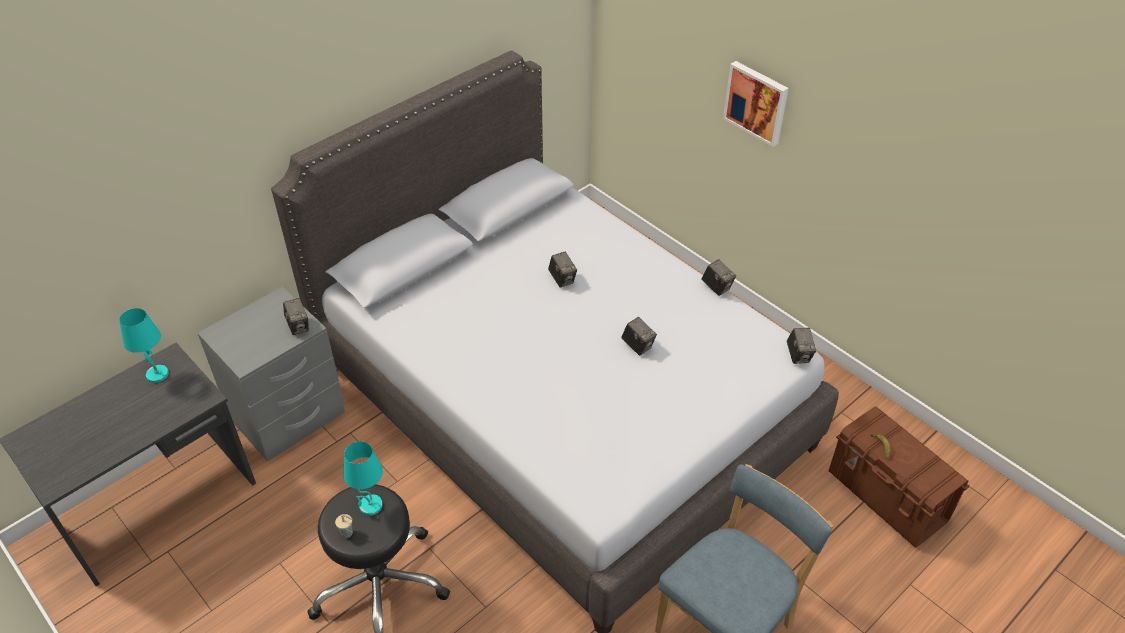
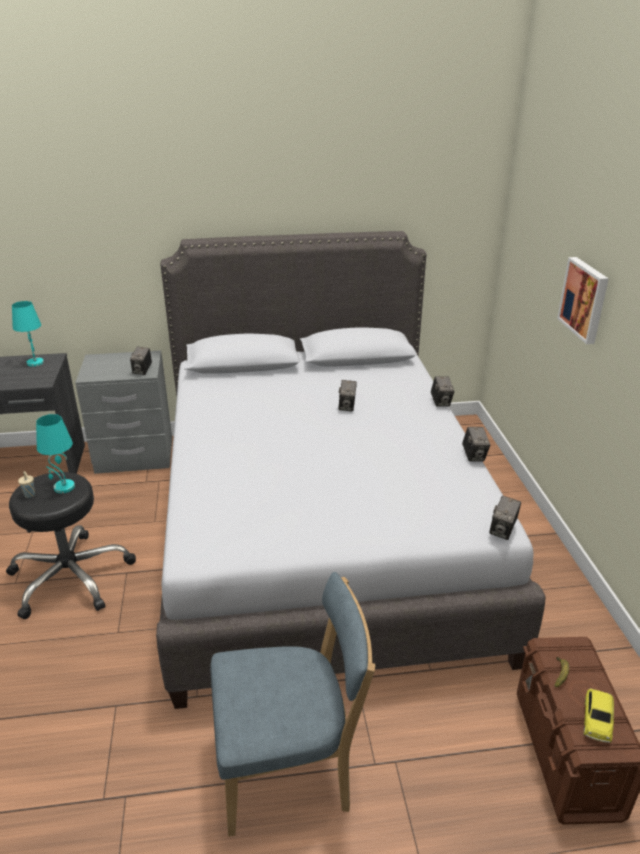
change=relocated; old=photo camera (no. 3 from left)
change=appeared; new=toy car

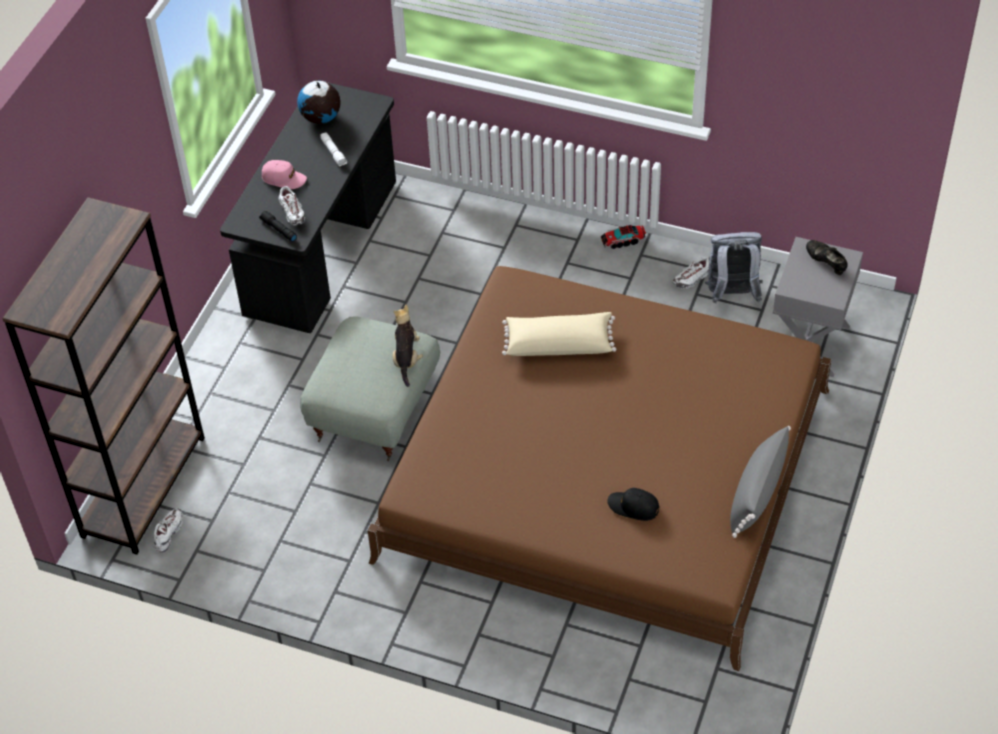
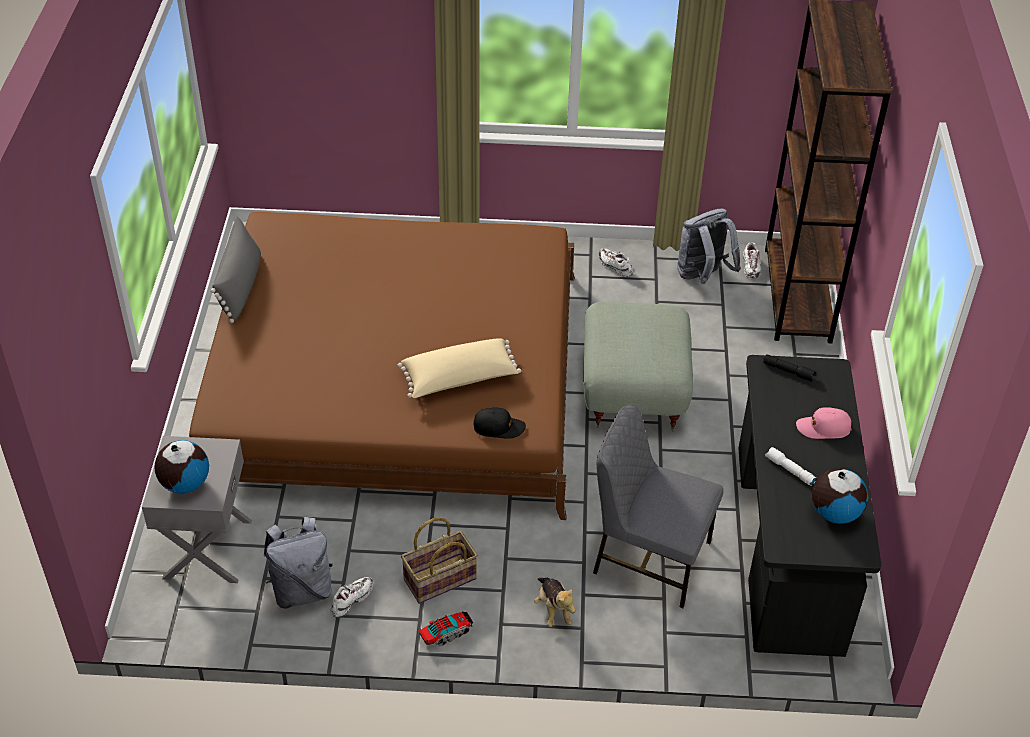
change=relocated; old=shoe (white) (no. 2 from left)
change=relocated; old=plush toy
change=relocated; old=cap (black)
change=exchanged; old=shoe (black); new=globe (no. 1 from left)
change=appeared; new=basket
change=appeared; new=chair (grey)
change=appeared; new=backpack (grey) (no. 2 from left)

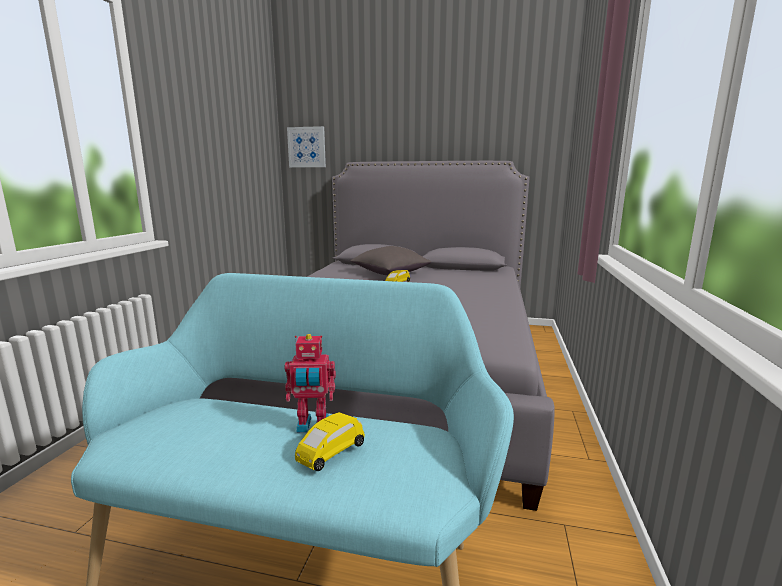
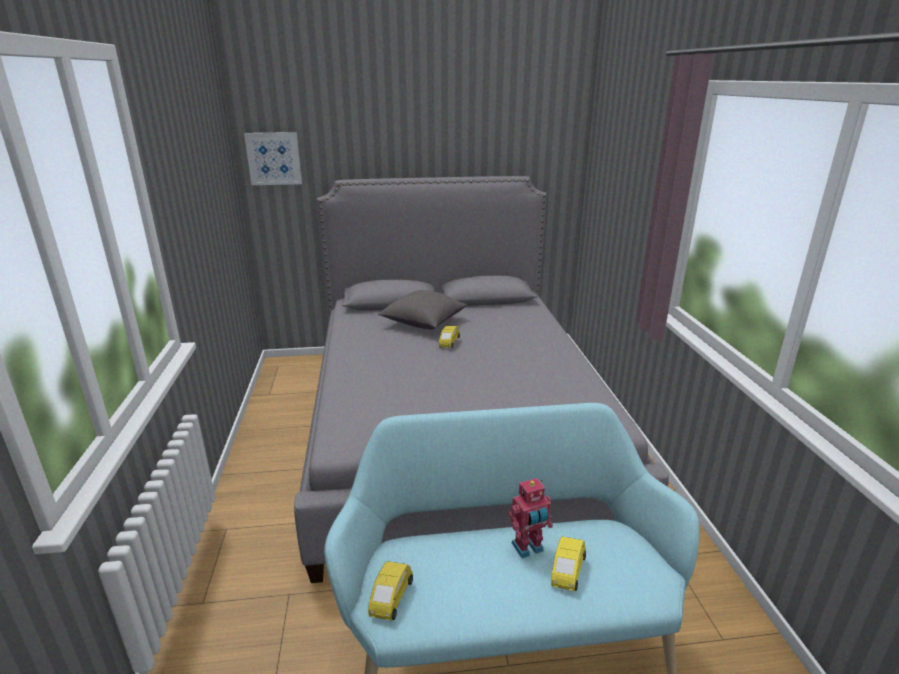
change=appeared; new=toy car (yellow) (no. 1 from left)

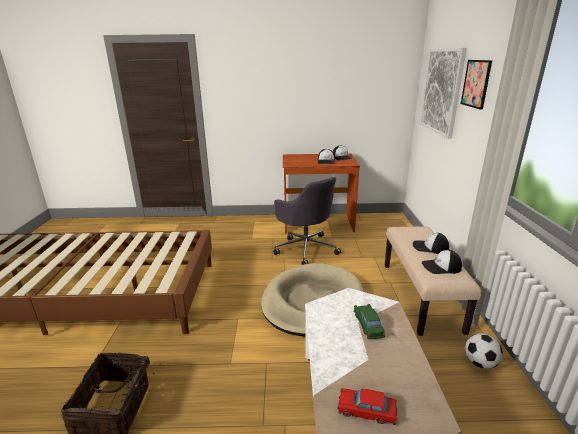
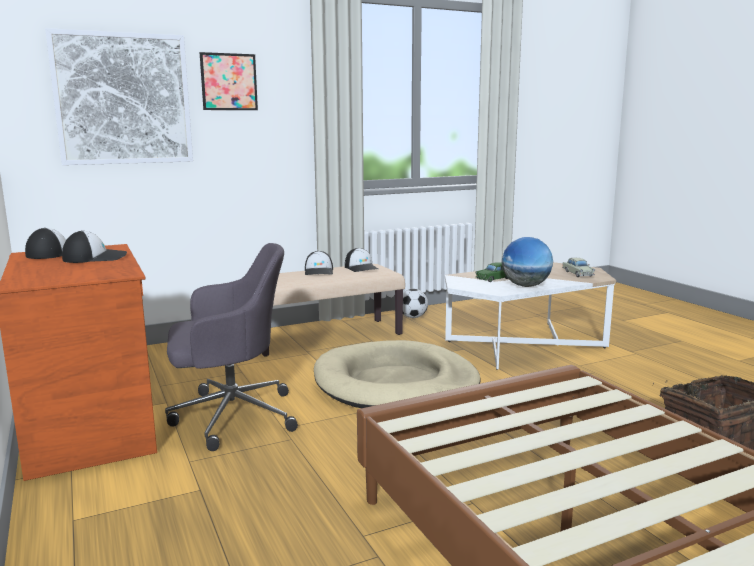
change=spun; old=office chair (grey); degrees=45
change=colour; old=toy car (red); new=toy car (beige)
change=appeared; new=globe

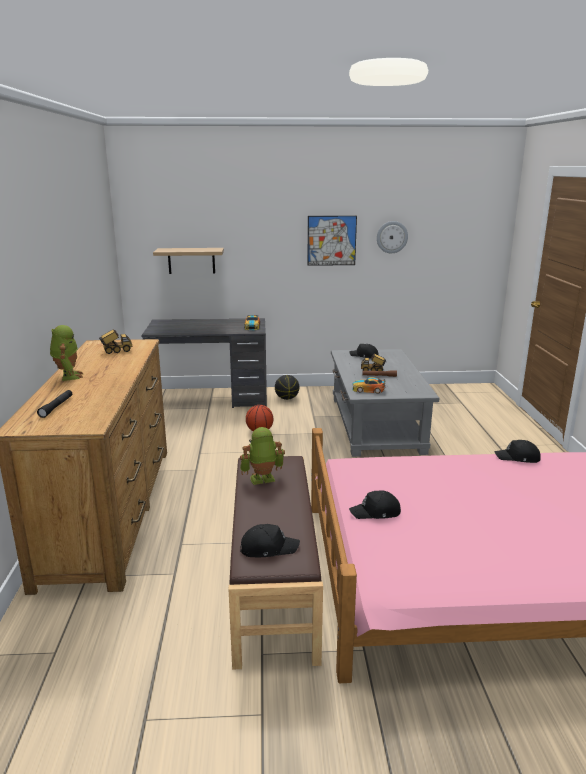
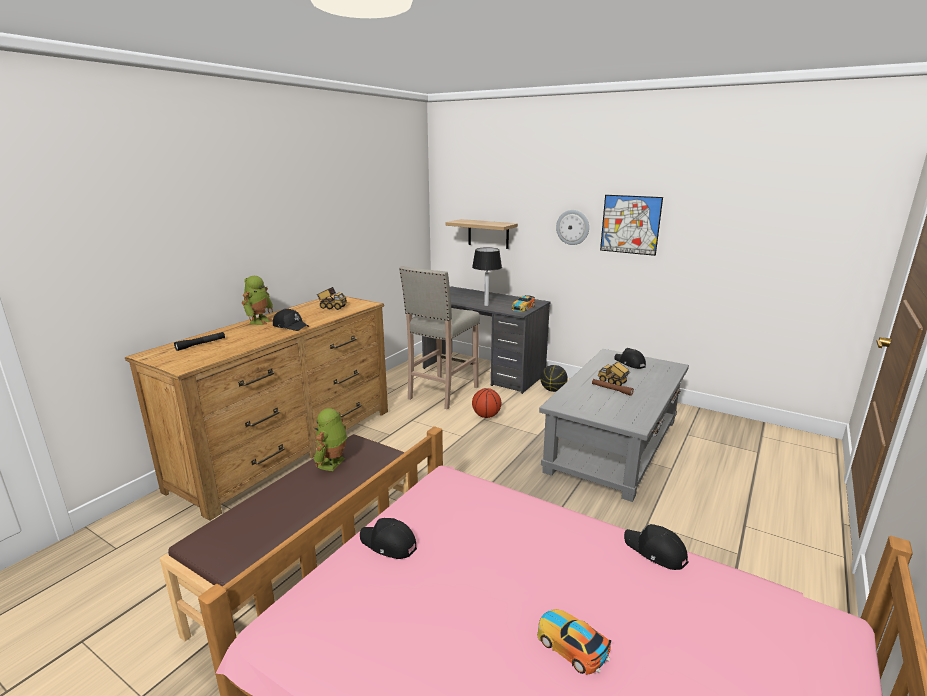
change=spun; old=toy robot (no. 2 from left); degrees=-90
change=relocated; old=cap (black) (no. 1 from left)
change=relocated; old=toy car (no. 2 from left)
change=relocated; old=wall clock
change=appeared; new=stool (beige)
change=appeared; new=table lamp

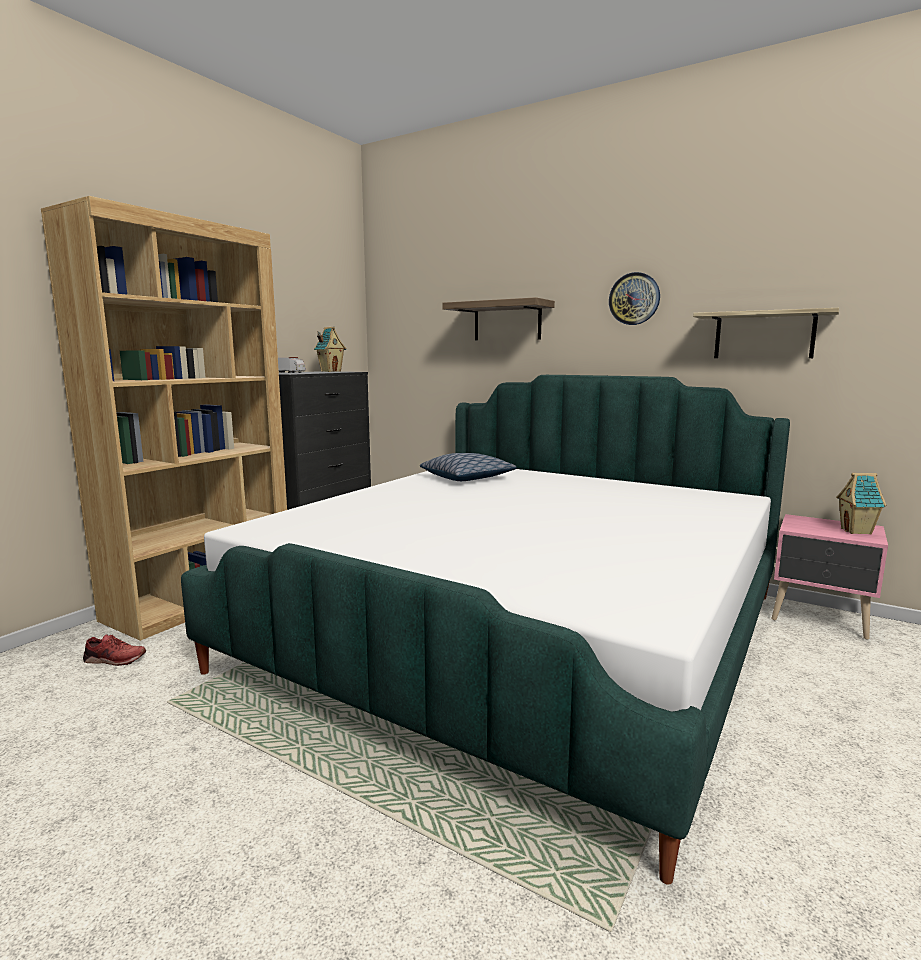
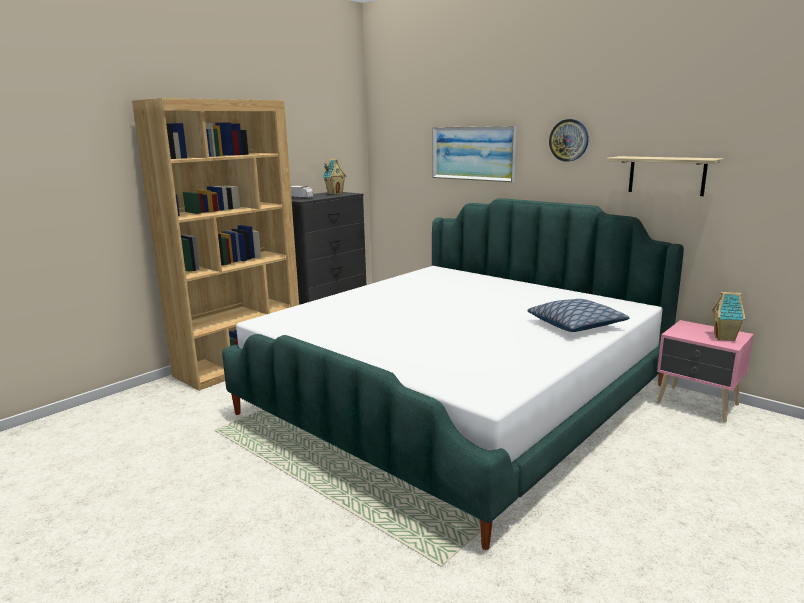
change=missing; old=shoe (red)
change=relocated; old=pillow
change=exchanged; old=shelf (no. 1 from left); new=picture

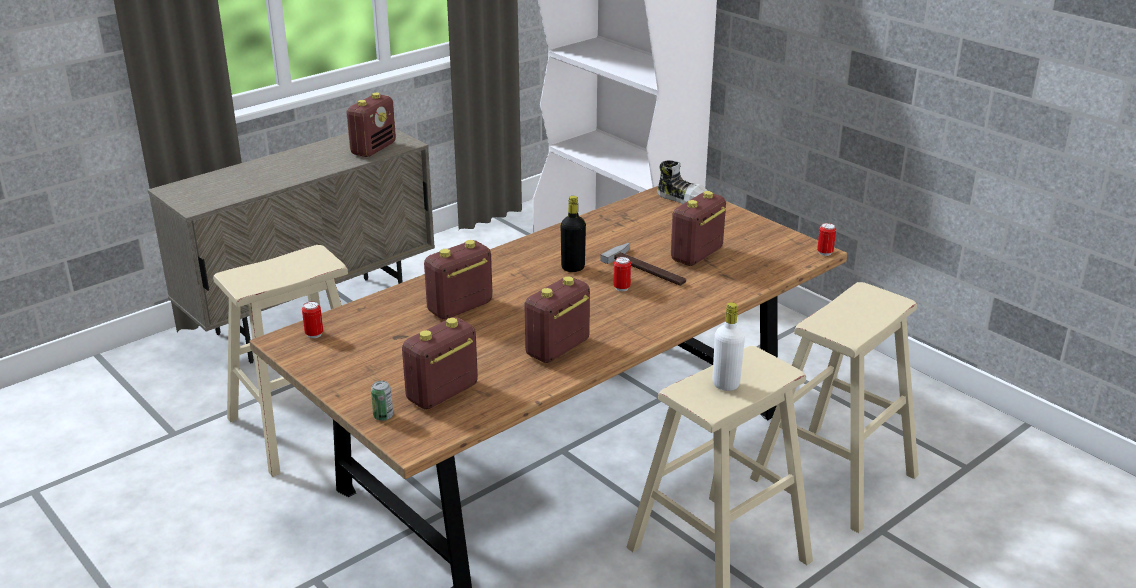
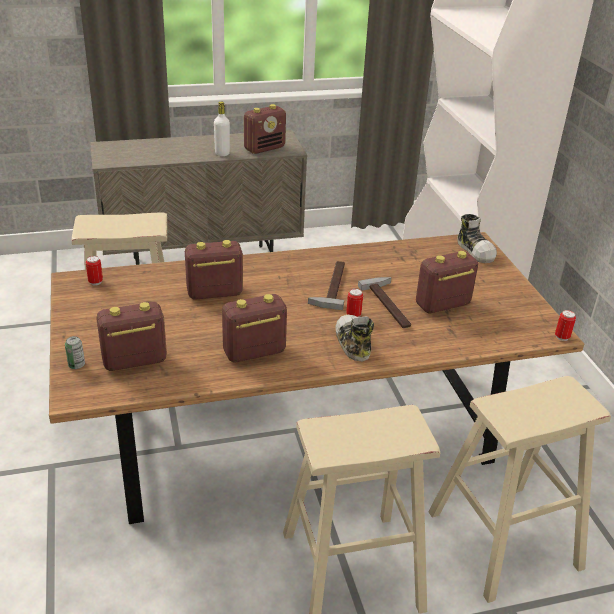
change=exchanged; old=bottle (black); new=hammer (no. 1 from left)
change=relocated; old=bottle (white)
change=appeared; new=shoe (no. 1 from left)

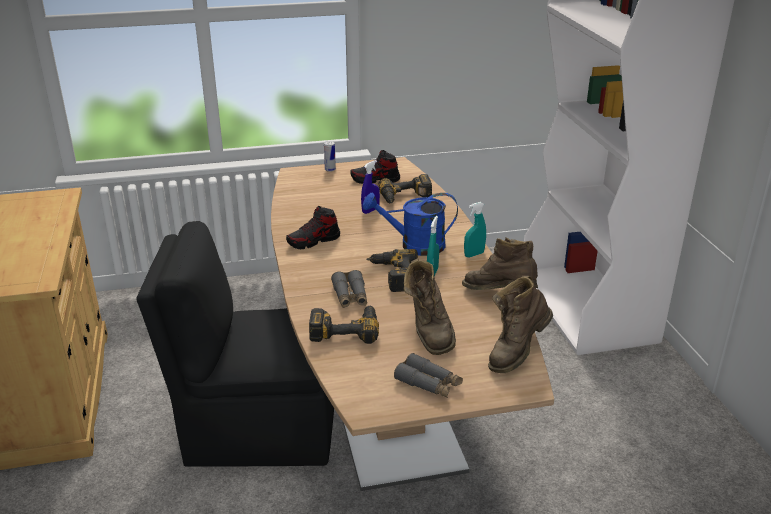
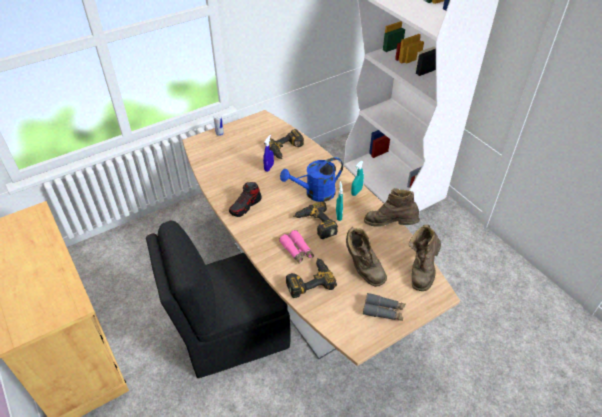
change=colour; old=binoculars (grey) (no. 1 from left); new=binoculars (pink)
change=missing; old=shoe (no. 2 from left)

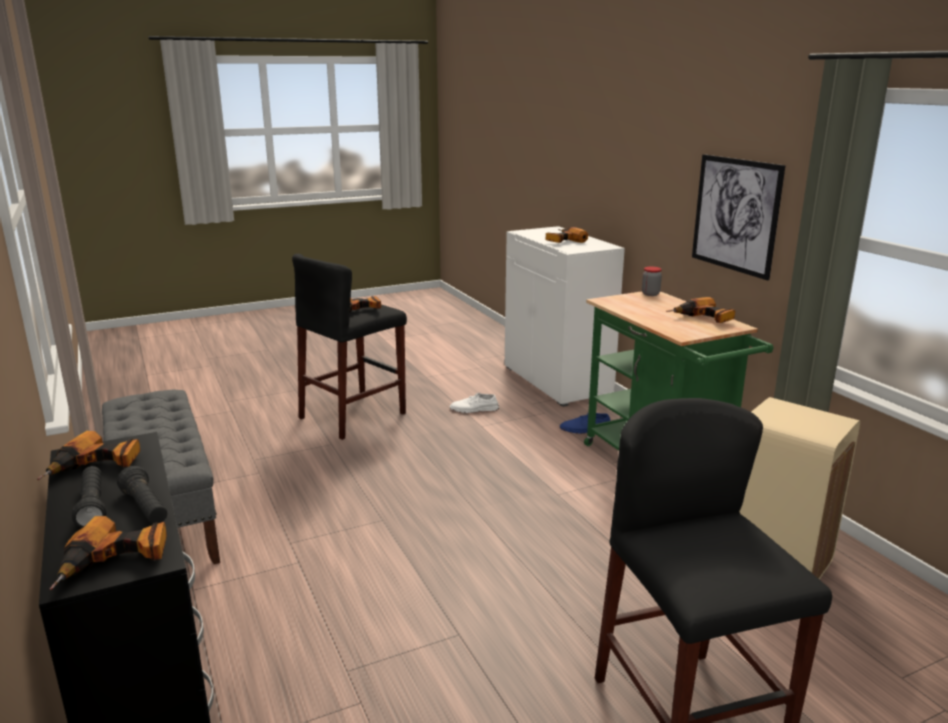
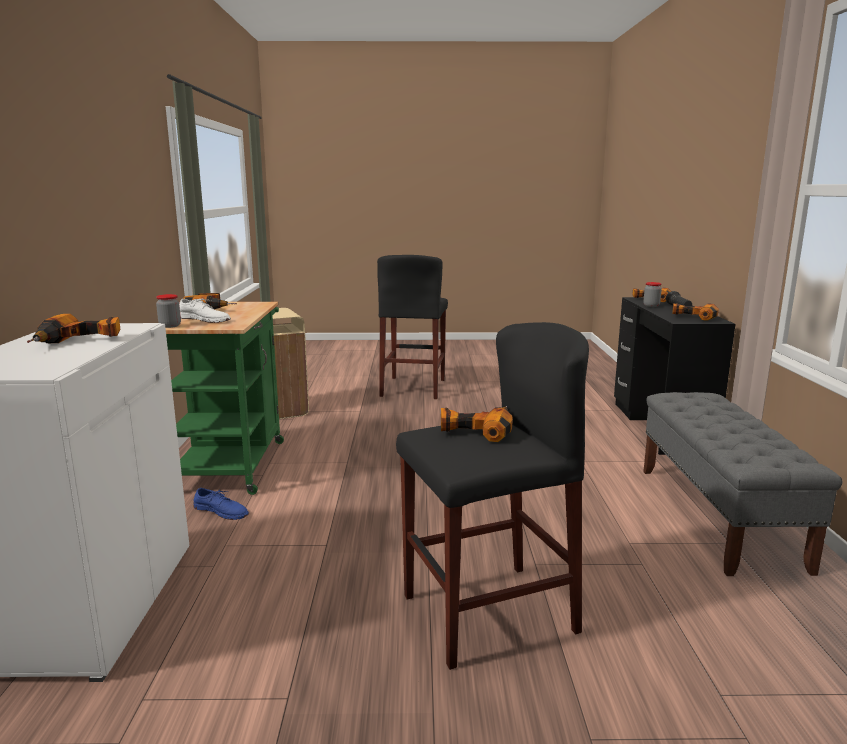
change=exchanged; old=flashlight (black) (no. 2 from left); new=jar (no. 2 from left)
change=relocated; old=shoe (white)
change=missing; old=picture

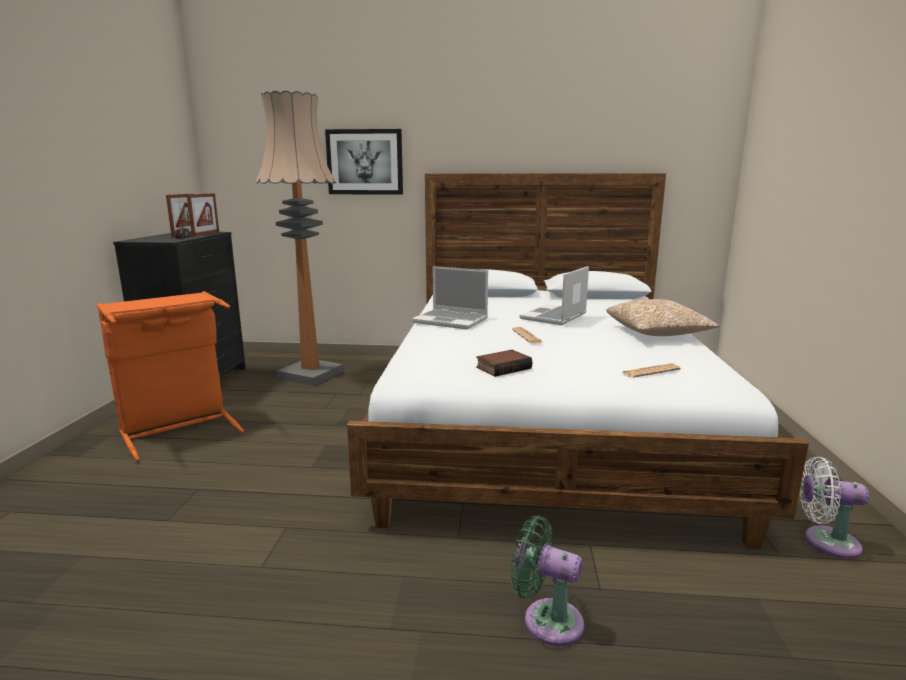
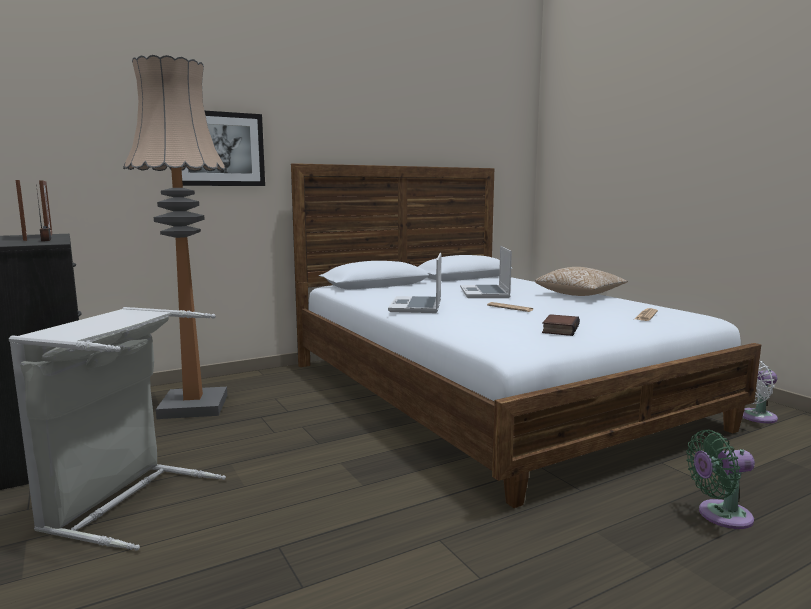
change=colour; old=laundry basket (orange); new=laundry basket (grey)
change=spun; old=laptop (no. 1 from left); degrees=105

